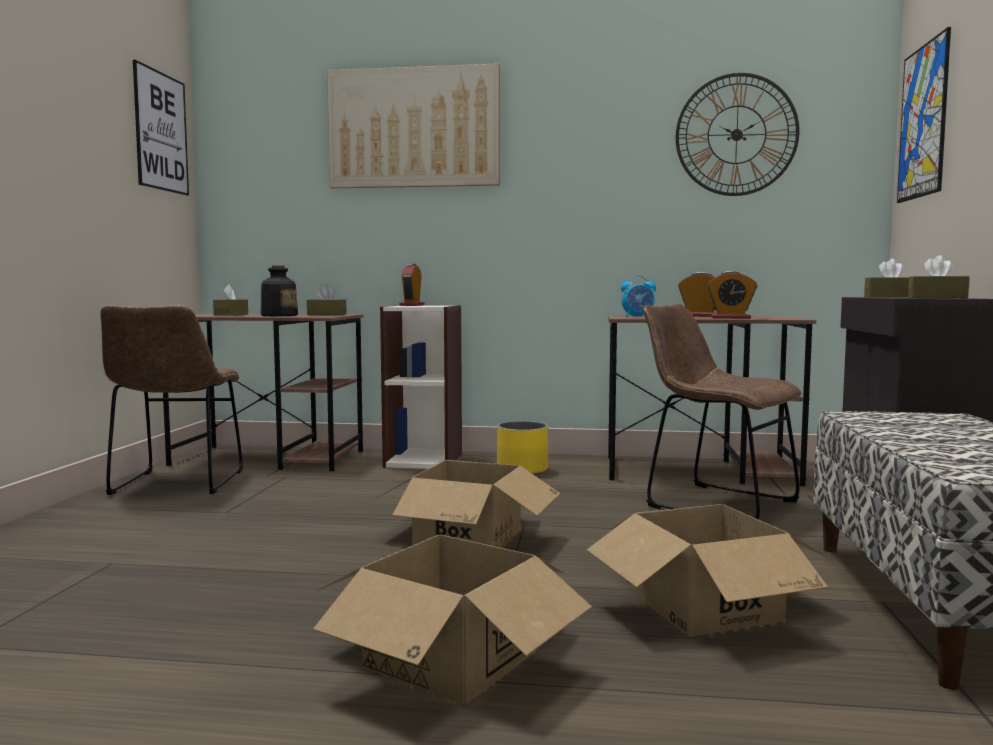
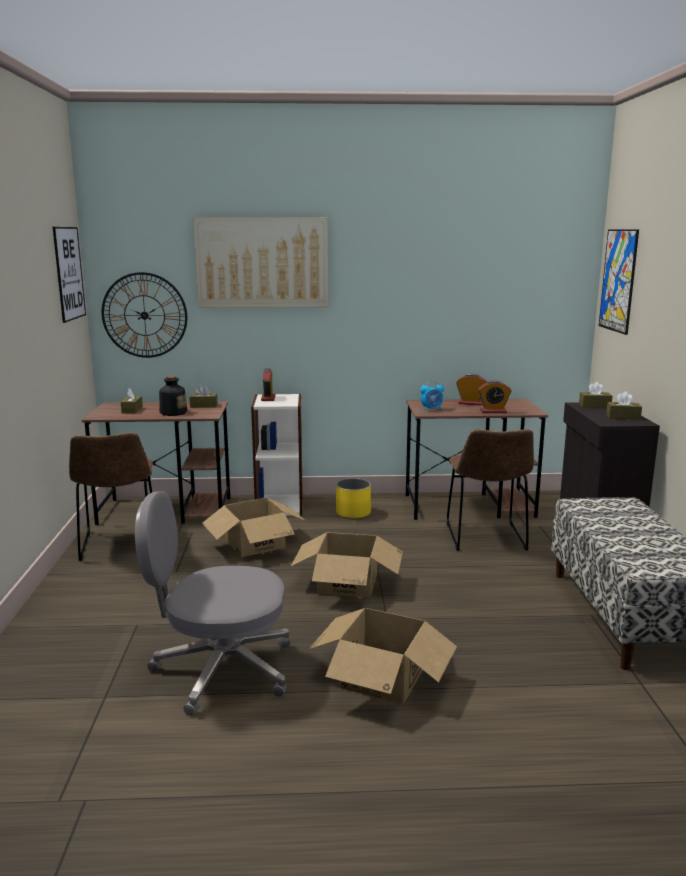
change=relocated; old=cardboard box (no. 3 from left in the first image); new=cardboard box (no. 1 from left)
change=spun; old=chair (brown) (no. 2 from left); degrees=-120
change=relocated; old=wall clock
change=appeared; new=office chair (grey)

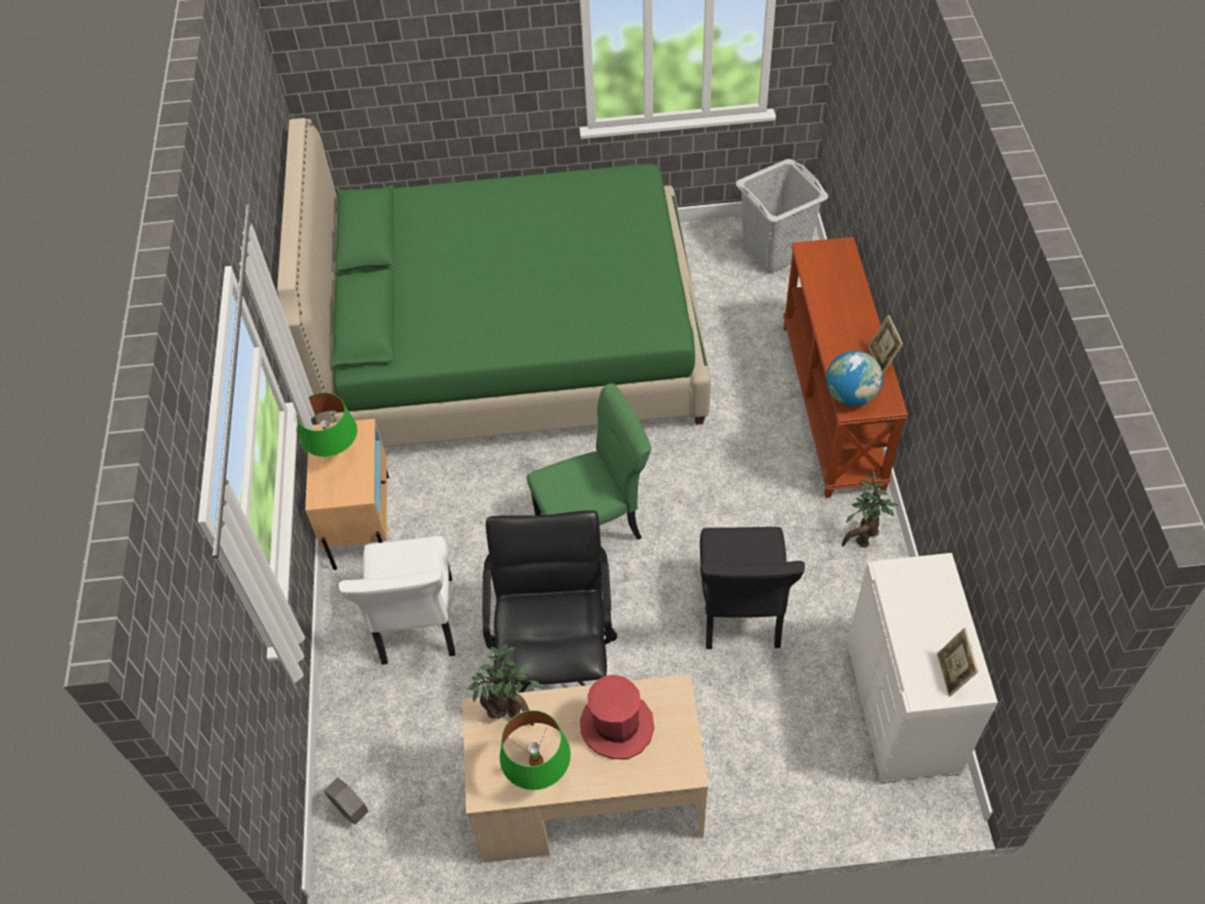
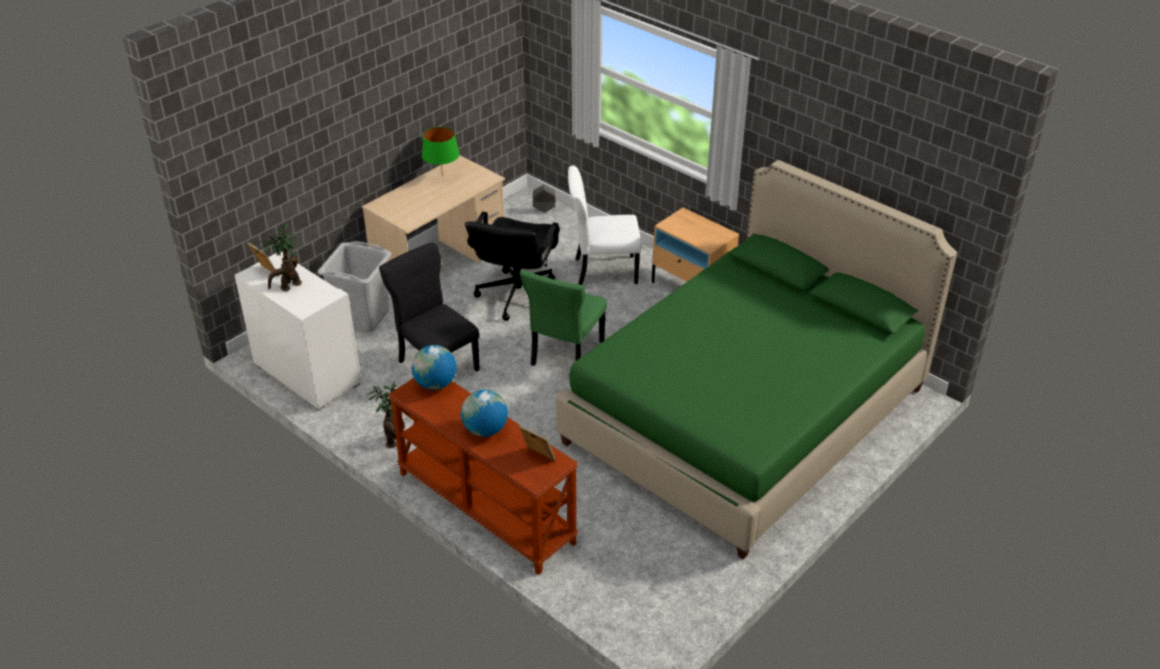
change=missing; old=table lamp (green) (no. 1 from left)
change=spun; old=chair (white); degrees=-45
change=relocated; old=potted plant (no. 1 from left)
change=spun; old=office chair (black); degrees=60
change=missing; old=hat (red)
change=relocated; old=laundry basket (grey)
change=relocated; old=picture frame (no. 1 from left in the first image); new=picture frame (no. 2 from left)
change=appeared; new=globe (no. 2 from left)

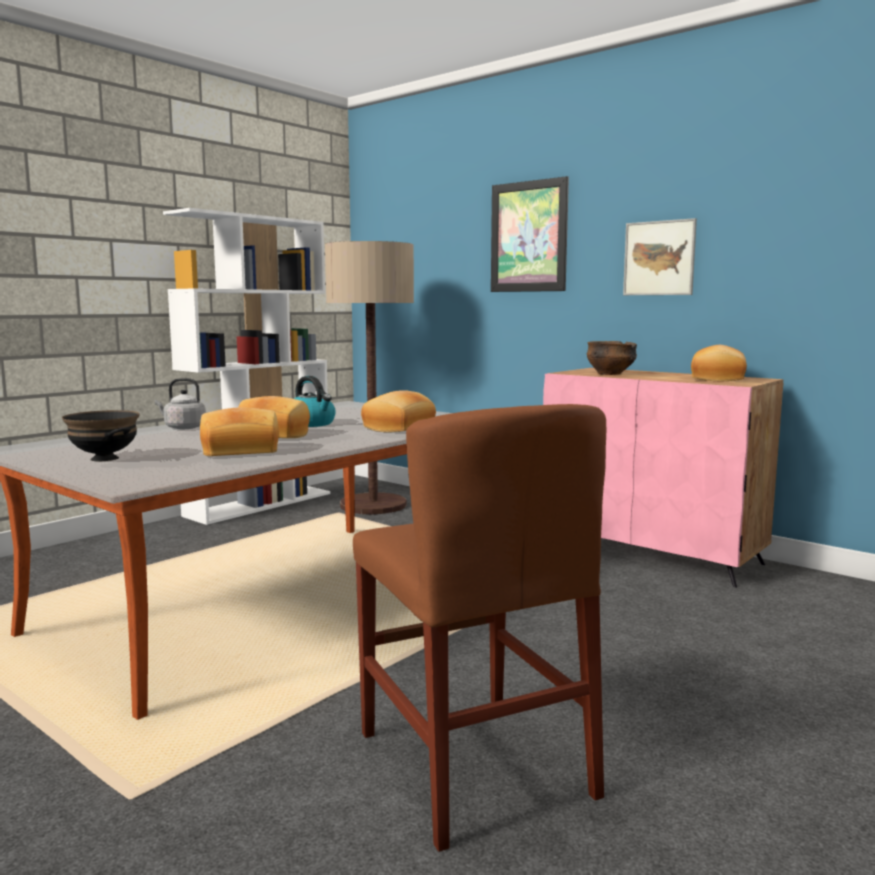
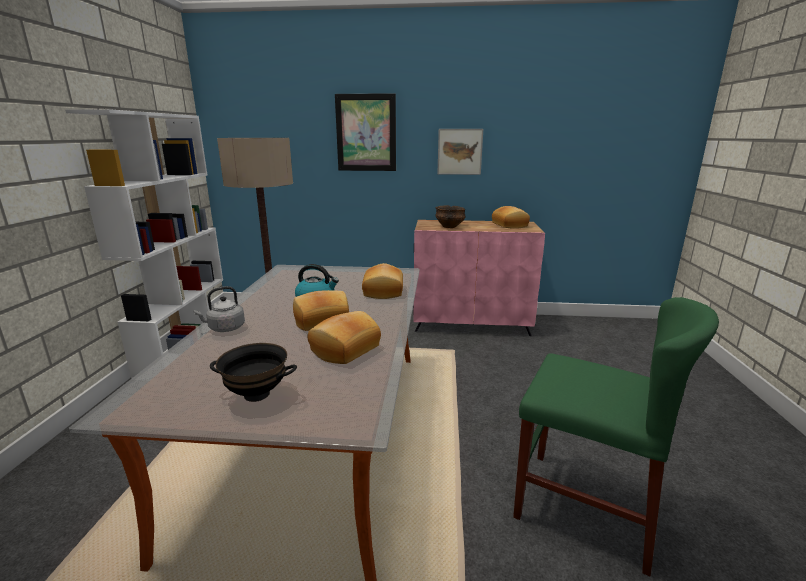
change=colour; old=chair (brown); new=chair (green)

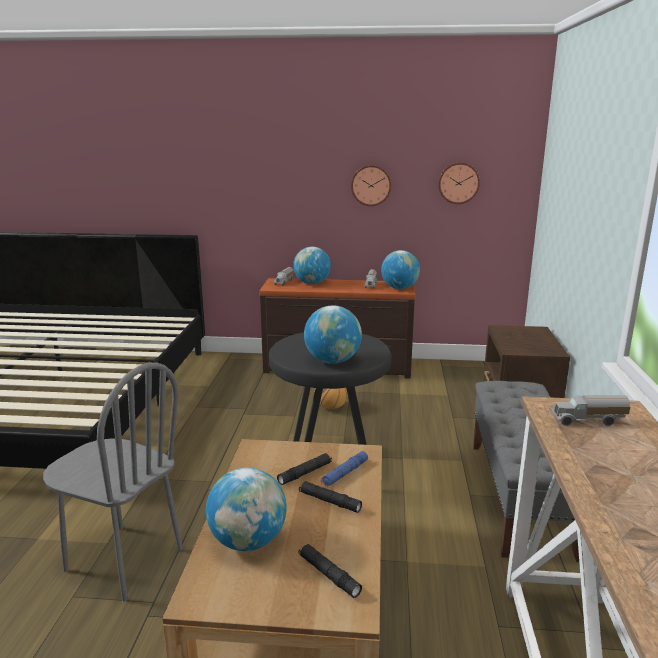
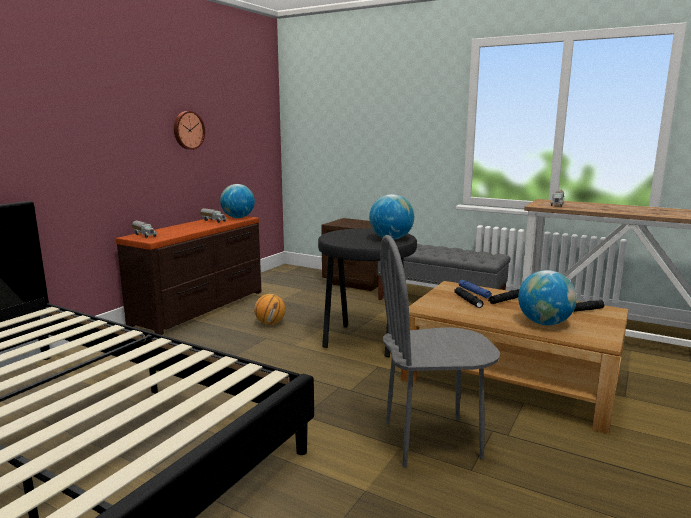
change=spun; old=chair (grey); degrees=-150
change=missing; old=globe (no. 2 from left)
change=missing; old=wall clock (no. 2 from left)

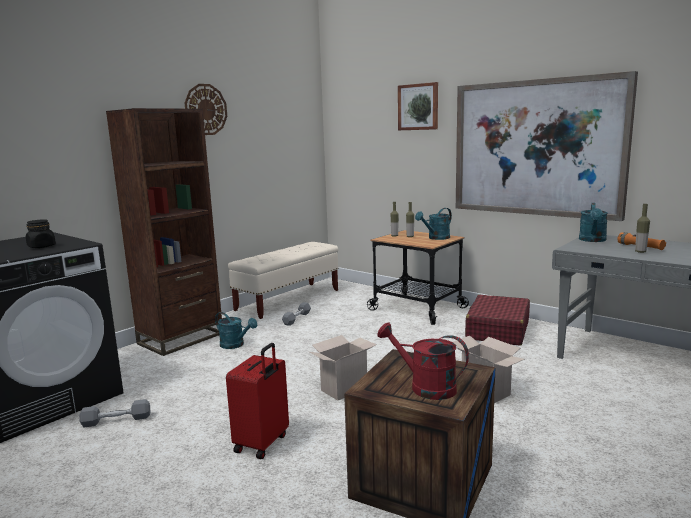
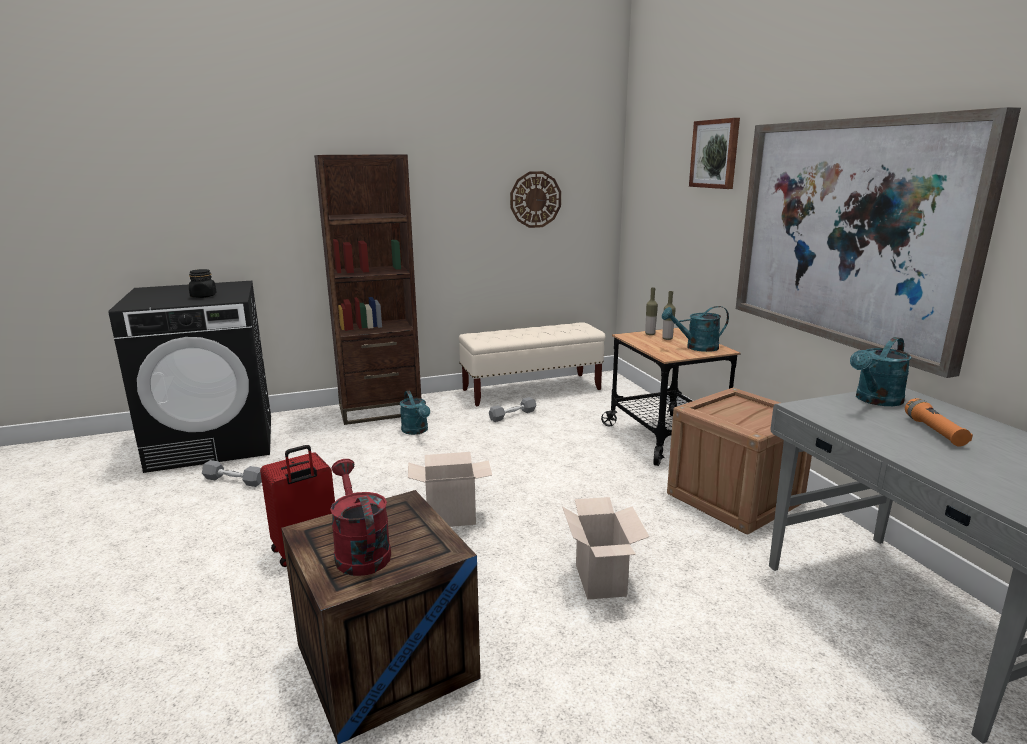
change=relocated; old=wall clock
change=exchanged; old=suitcase (red) (no. 2 from left); new=crate (no. 2 from left)
change=missing; old=bottle (no. 3 from left)

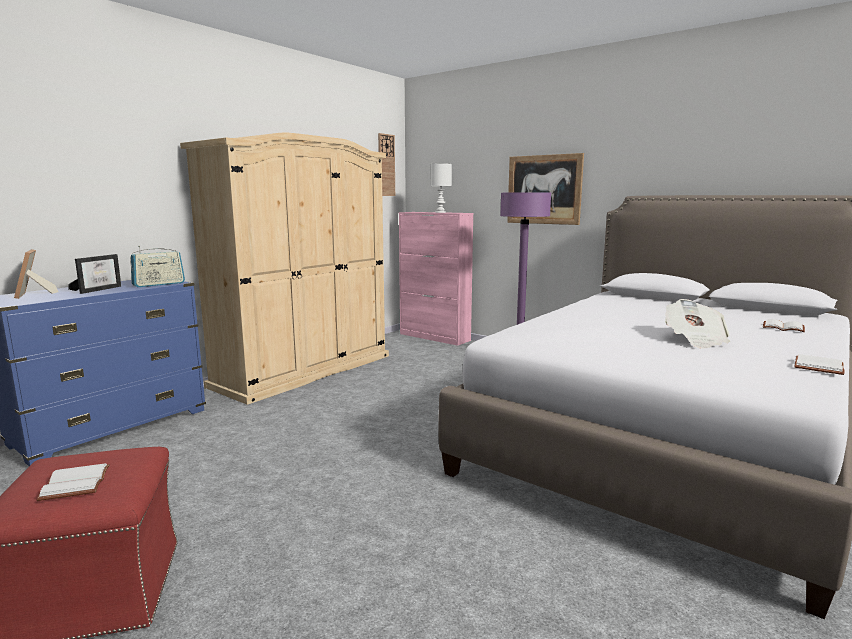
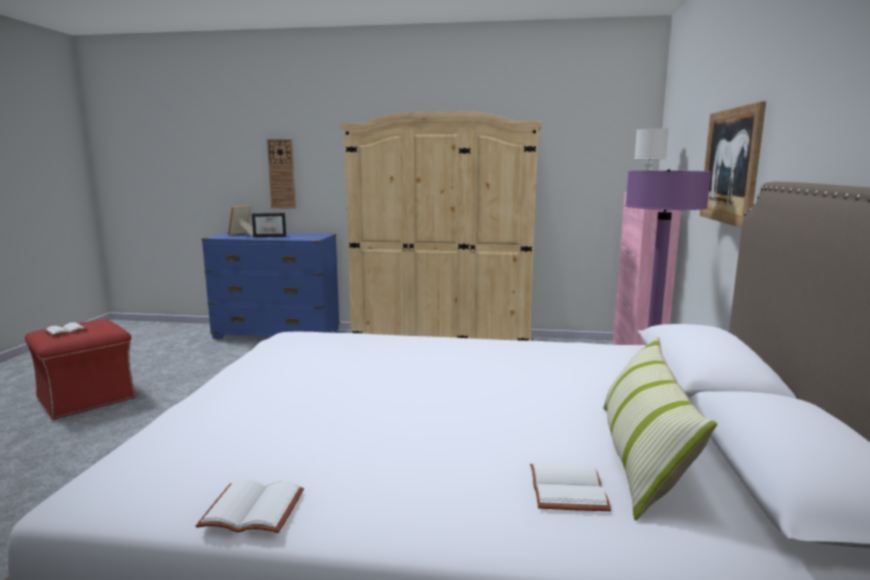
change=missing; old=radio
change=relocated; old=wall clock
change=missing; old=newspaper
change=appeared; new=pillow

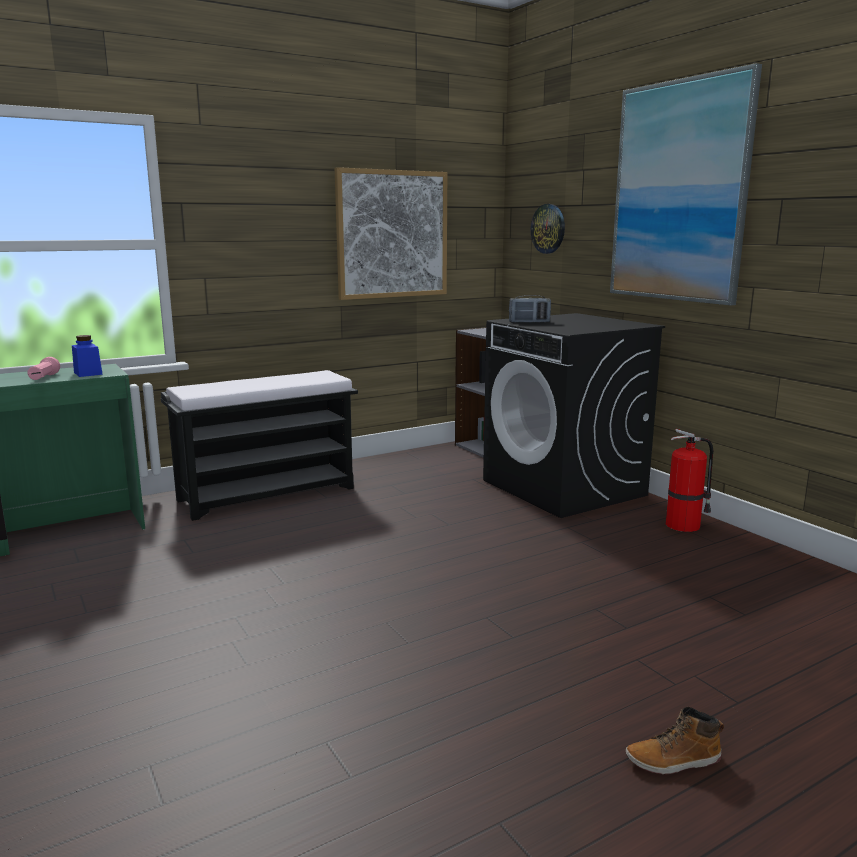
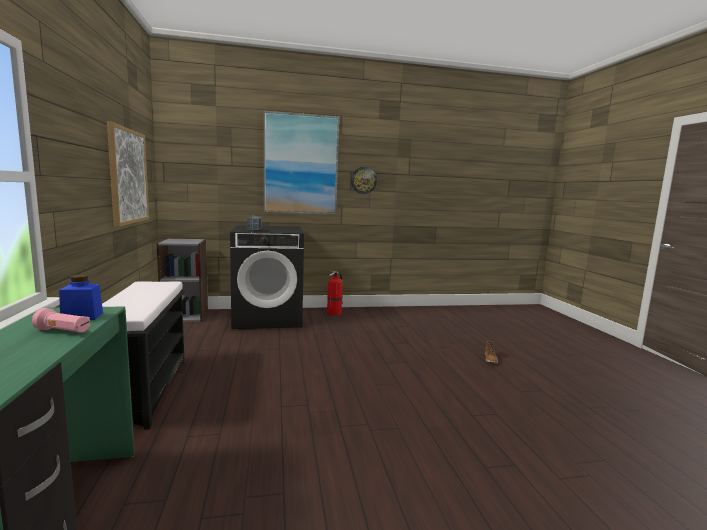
change=relocated; old=wall clock

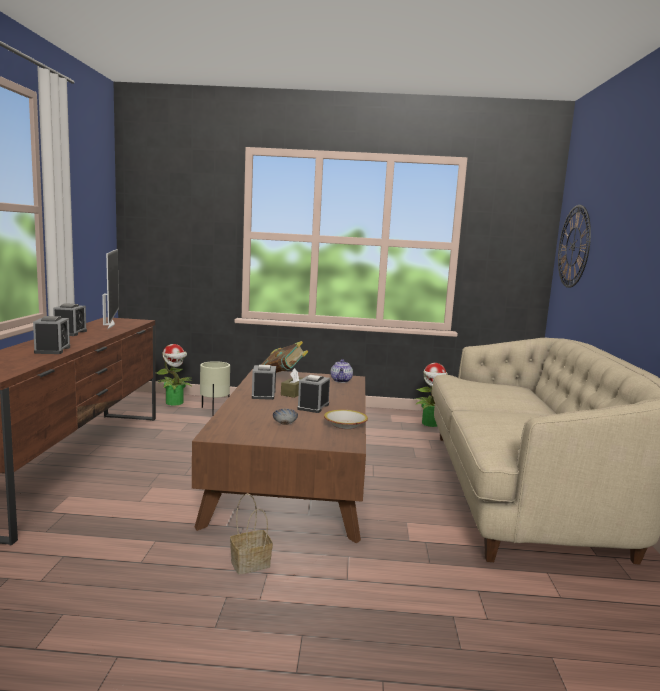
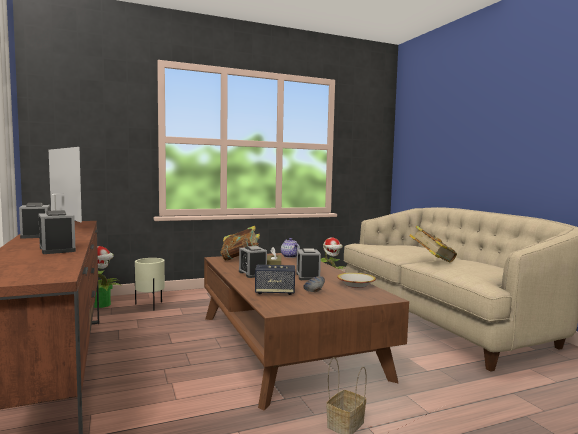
change=missing; old=wall clock
change=appeared; new=speaker
change=appeared; new=book (no. 2 from left)

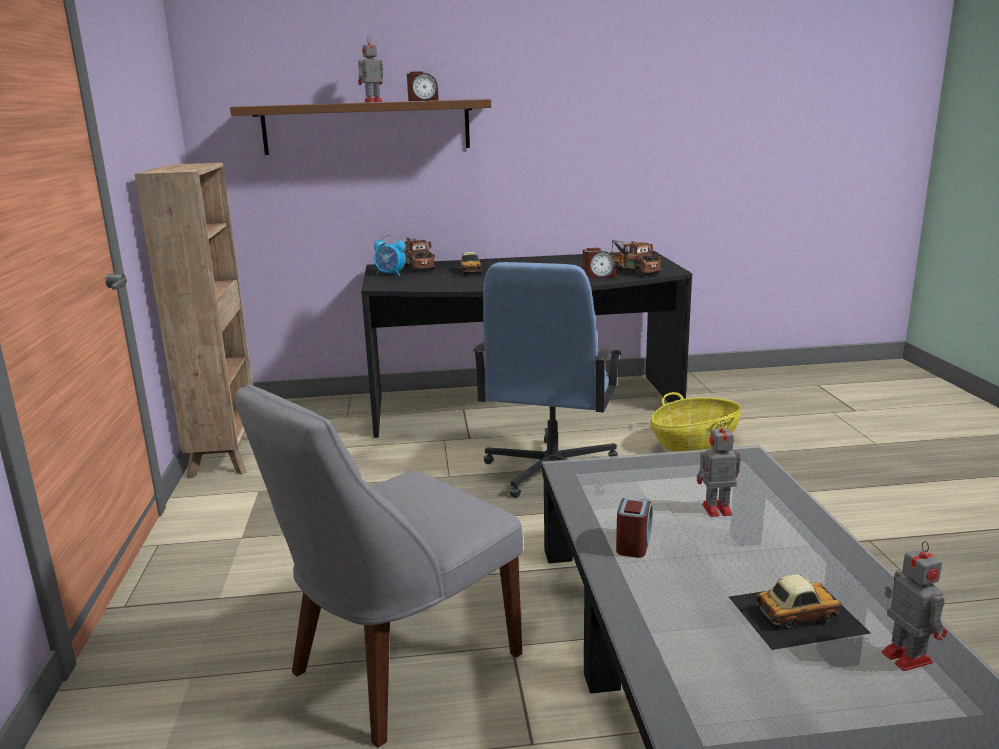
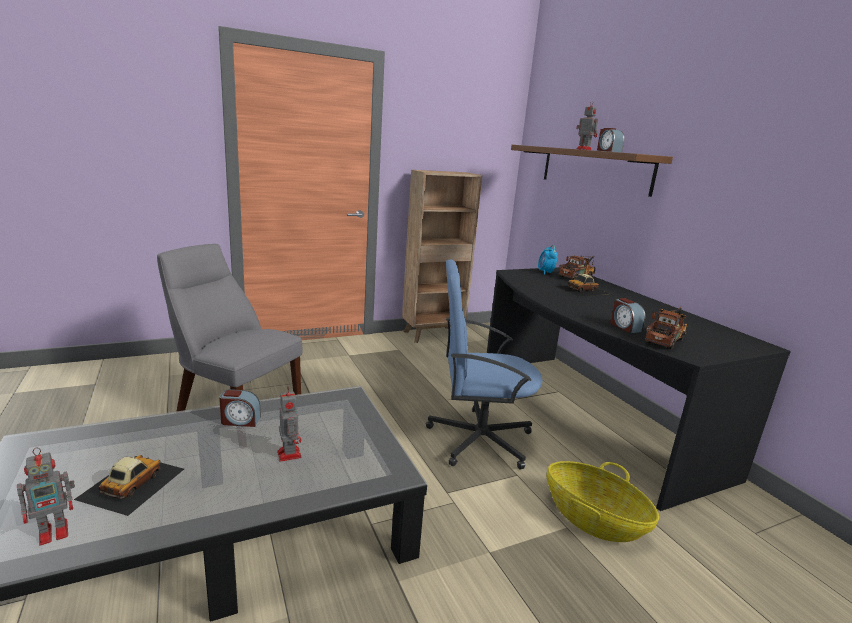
change=spun; old=toy car (no. 2 from left in the first image); degrees=-135

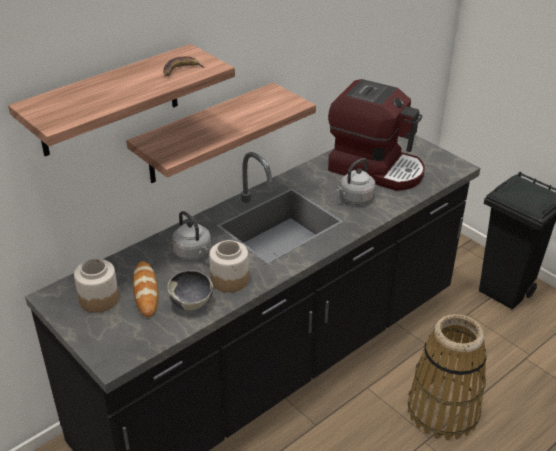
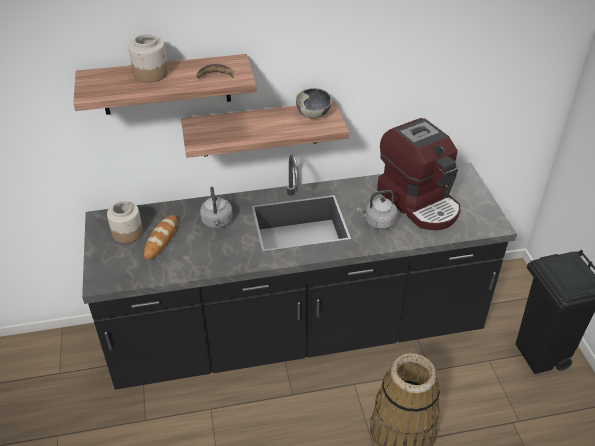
change=relocated; old=bowl
change=relocated; old=jar (no. 2 from left)

